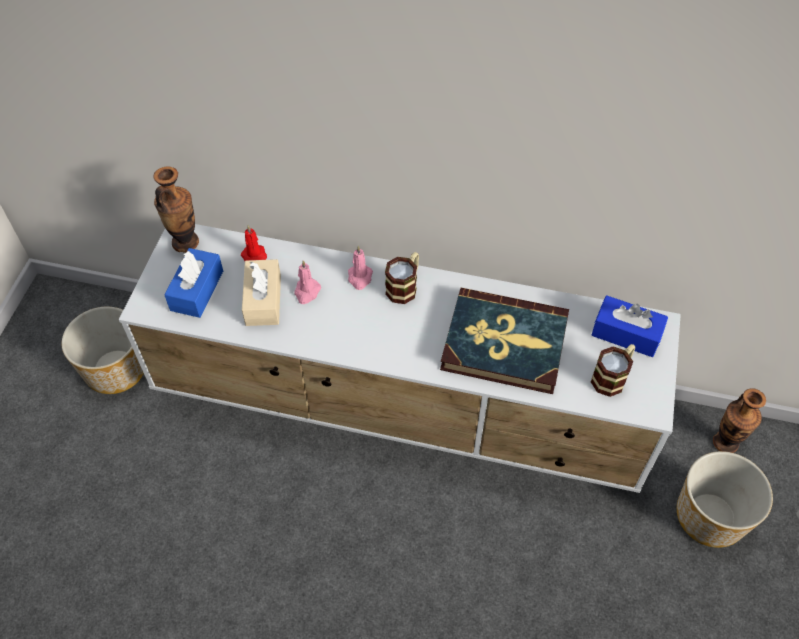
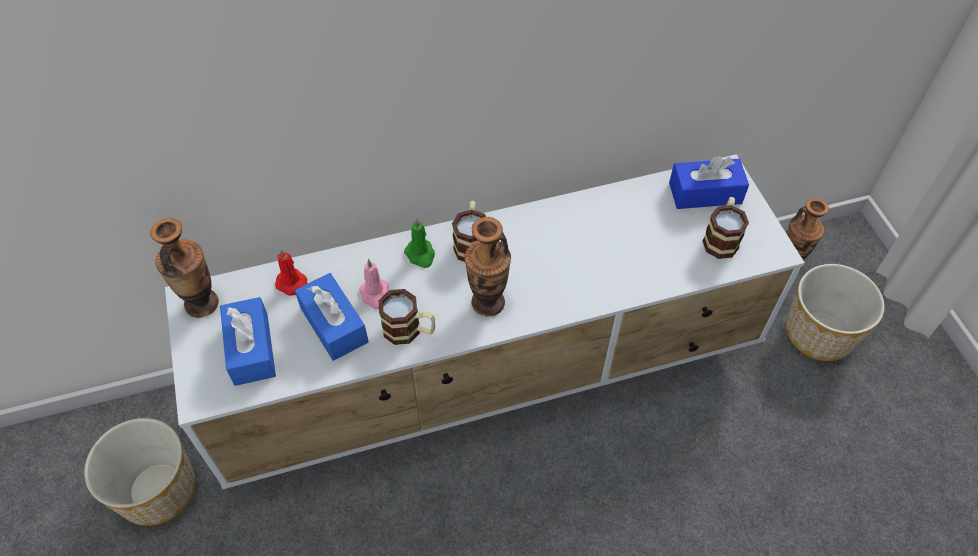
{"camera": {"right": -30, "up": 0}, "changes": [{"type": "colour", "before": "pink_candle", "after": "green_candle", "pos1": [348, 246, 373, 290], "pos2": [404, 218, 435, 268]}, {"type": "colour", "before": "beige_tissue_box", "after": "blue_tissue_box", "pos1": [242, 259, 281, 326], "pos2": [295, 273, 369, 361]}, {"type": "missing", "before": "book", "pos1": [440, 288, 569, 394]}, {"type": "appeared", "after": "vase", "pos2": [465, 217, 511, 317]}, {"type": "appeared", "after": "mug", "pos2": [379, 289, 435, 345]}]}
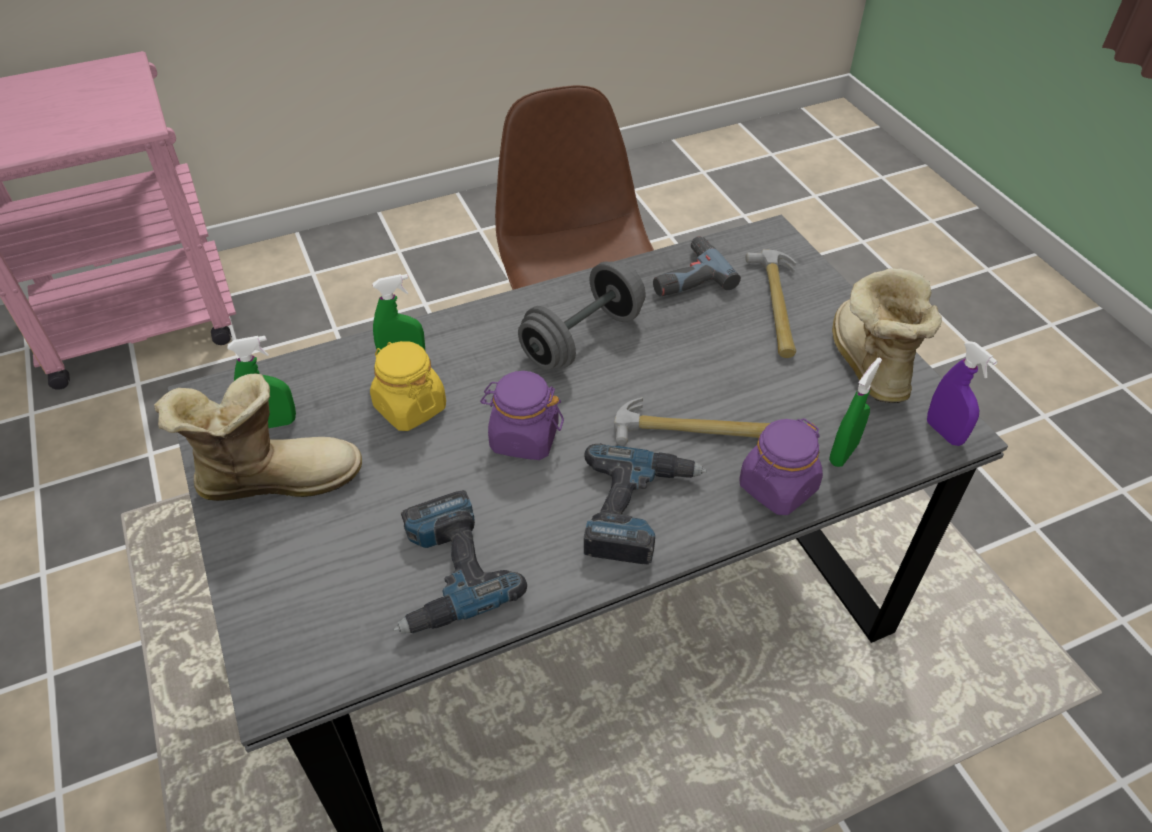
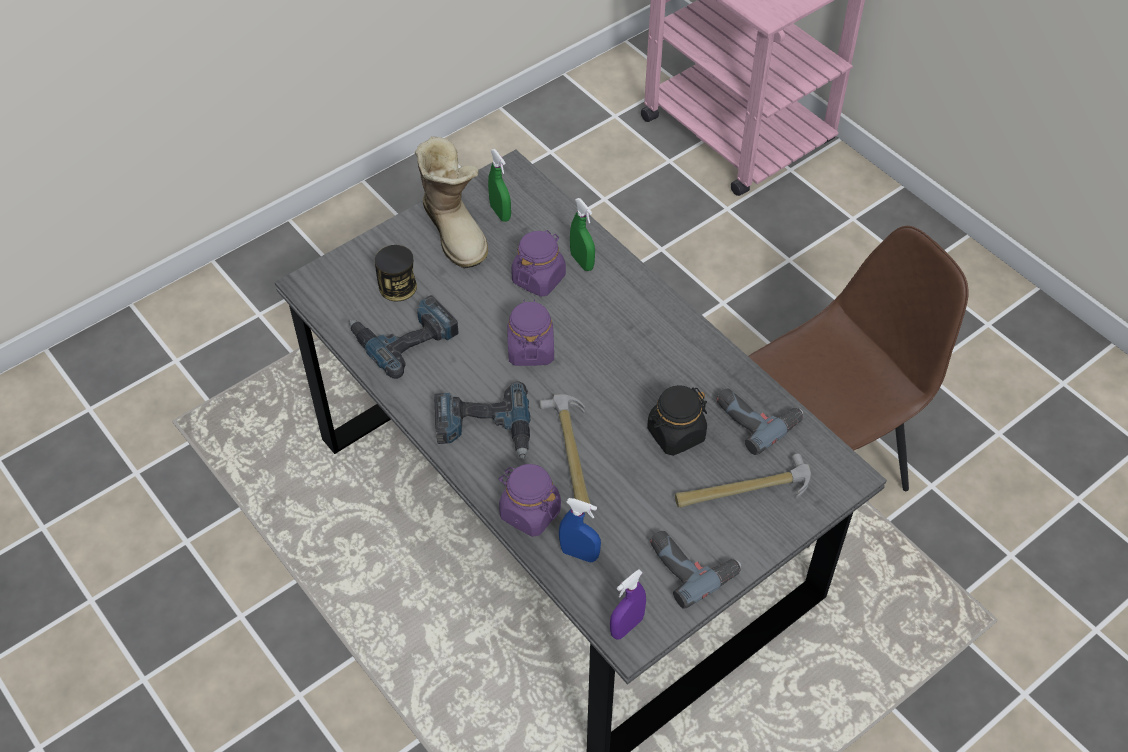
{"camera": {"right": 75, "up": 5}, "changes": [{"type": "missing", "before": "grey_dumbbell", "pos1": [518, 262, 646, 370]}, {"type": "exchanged", "before": "boot", "after": "power_drill", "pos1": [832, 268, 942, 403], "pos2": [650, 531, 742, 609]}, {"type": "colour", "before": "yellow_jar", "after": "purple_jar", "pos1": [370, 341, 446, 431], "pos2": [511, 230, 566, 297]}, {"type": "colour", "before": "green_spray_bottle", "after": "blue_spray_bottle", "pos1": [829, 358, 882, 467], "pos2": [559, 498, 601, 563]}, {"type": "appeared", "after": "can", "pos2": [375, 245, 417, 301]}, {"type": "appeared", "after": "black_jar", "pos2": [647, 385, 707, 456]}]}
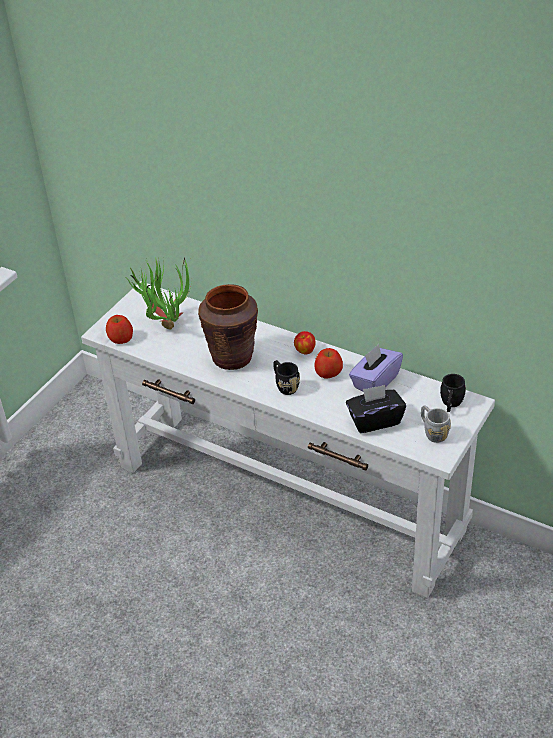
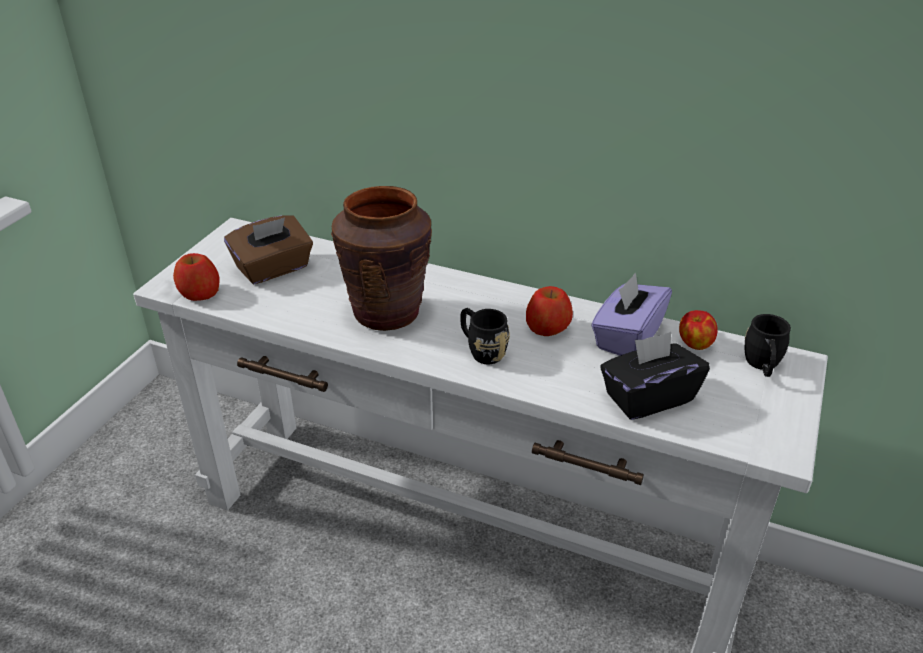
{"camera": {"right": -10, "up": -5}, "changes": [{"type": "exchanged", "before": "potted_plant", "after": "brown_tissue_box", "pos1": [124, 258, 192, 329], "pos2": [224, 215, 313, 284]}, {"type": "relocated", "before": "apple", "pos1": [294, 331, 316, 354], "pos2": [679, 310, 718, 350]}, {"type": "missing", "before": "grey_mug", "pos1": [421, 405, 451, 443]}]}
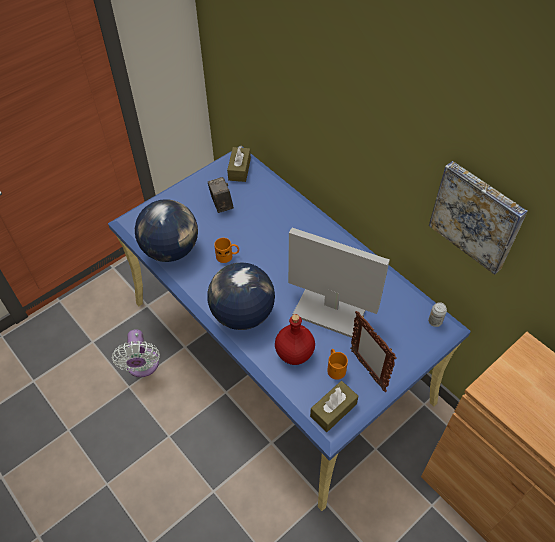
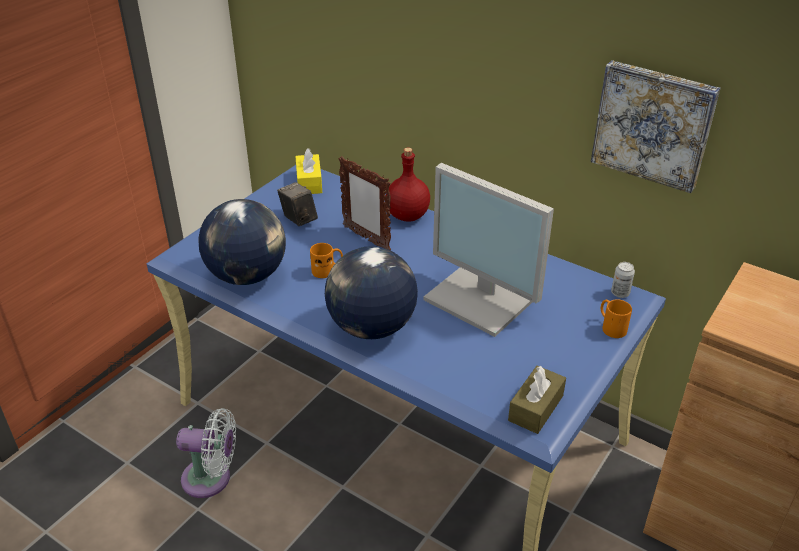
{"camera": {"right": -15, "up": -15}, "changes": [{"type": "colour", "before": "brown_tissue_box", "after": "yellow_tissue_box", "pos1": [227, 146, 251, 182], "pos2": [296, 148, 322, 194]}, {"type": "spun", "before": "monitor", "pos1": [288, 228, 390, 338], "pos2": [424, 163, 554, 337], "turn": -150}, {"type": "relocated", "before": "picture_frame", "pos1": [350, 311, 397, 392], "pos2": [338, 156, 391, 250]}, {"type": "relocated", "before": "red_bottle", "pos1": [275, 314, 315, 365], "pos2": [386, 148, 430, 222]}, {"type": "spun", "before": "white_fan", "pos1": [112, 329, 160, 377], "pos2": [176, 408, 236, 498], "turn": -60}, {"type": "relocated", "before": "orange_mug", "pos1": [327, 349, 348, 380], "pos2": [601, 299, 632, 338]}]}
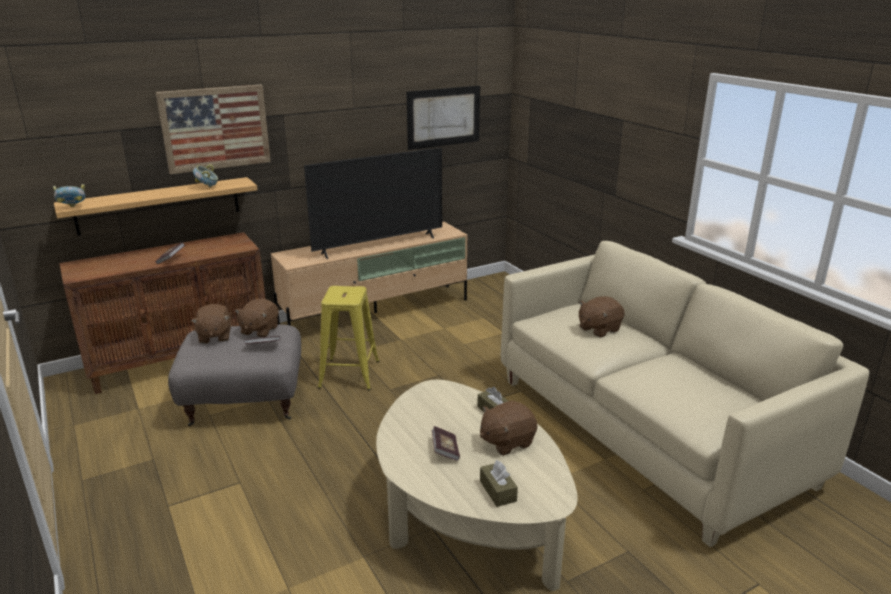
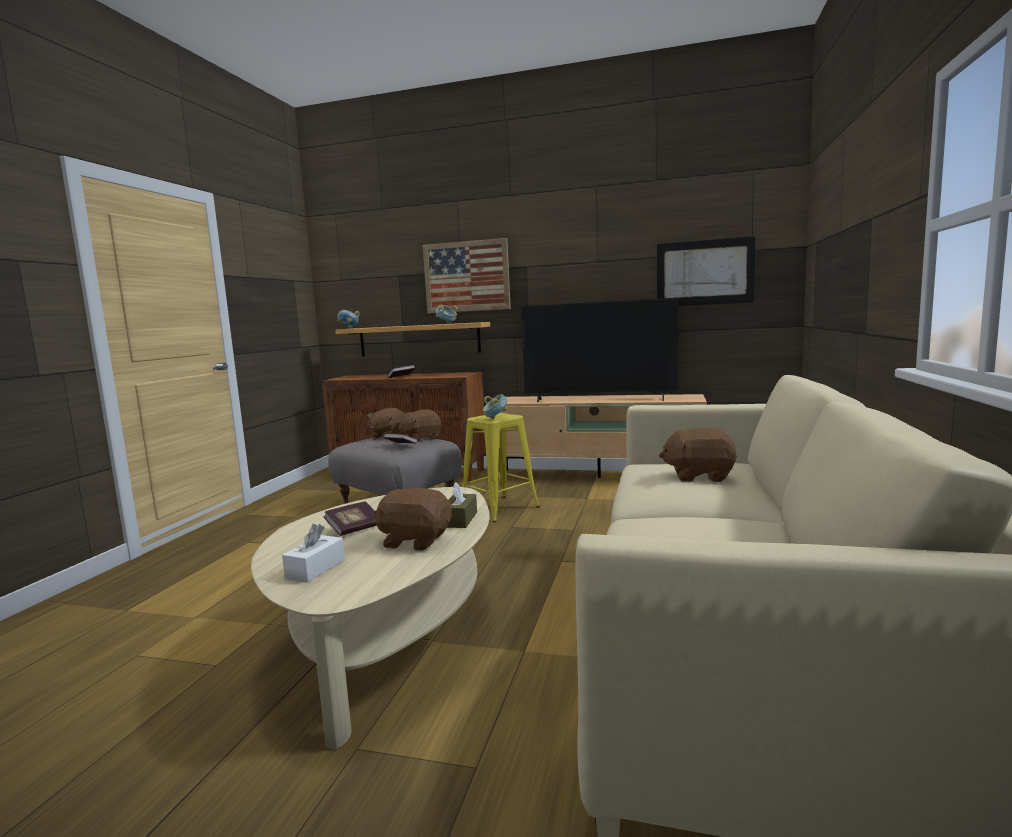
{"camera": {"right": 45, "up": -15}, "changes": [{"type": "colour", "before": "brown_tissue_box", "after": "white_tissue_box", "pos1": [480, 460, 518, 507], "pos2": [282, 524, 345, 582]}, {"type": "appeared", "after": "bowl", "pos2": [483, 394, 507, 419]}]}
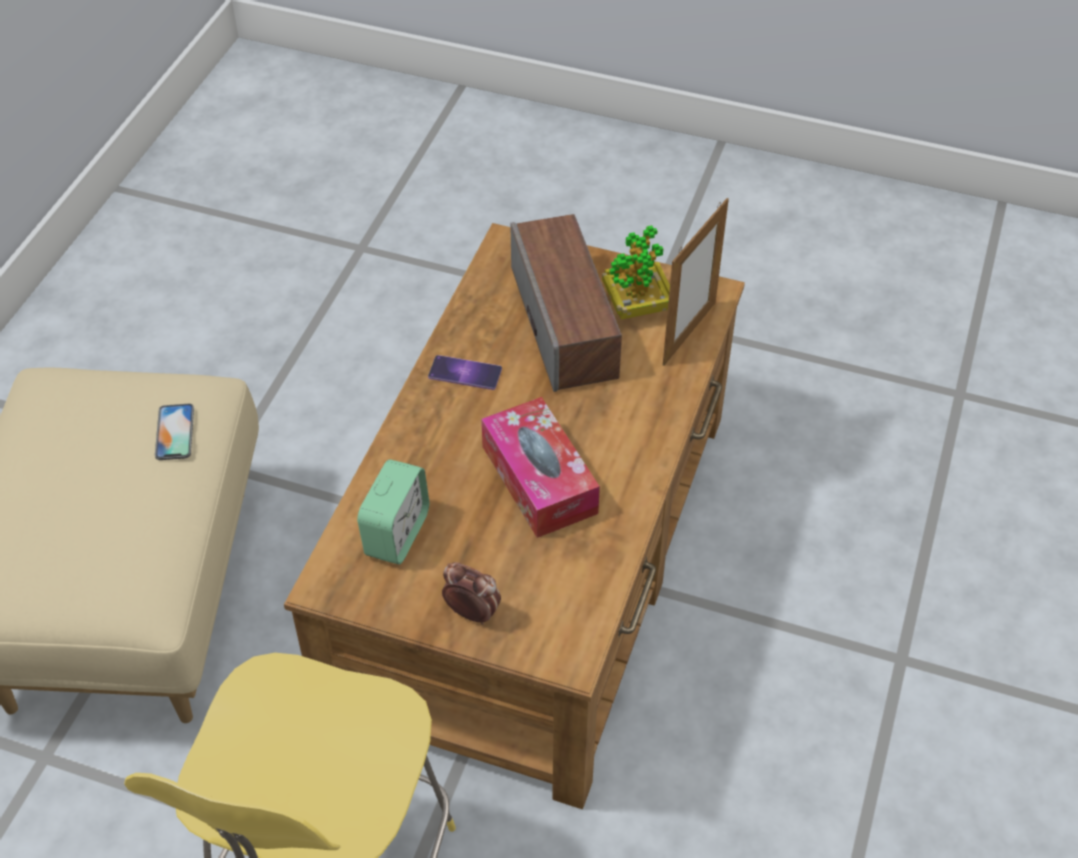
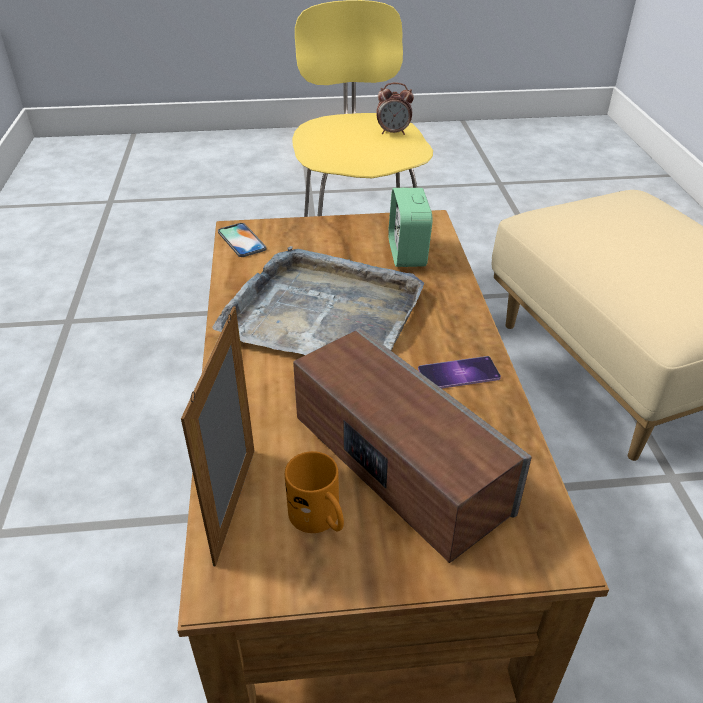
{"camera": {"right": 155, "up": -10}, "changes": [{"type": "exchanged", "before": "potted_plant", "after": "orange_mug", "pos1": [602, 225, 670, 320], "pos2": [285, 451, 344, 533]}, {"type": "exchanged", "before": "tissue_box", "after": "grey_tray", "pos1": [481, 397, 600, 538], "pos2": [212, 246, 424, 355]}, {"type": "relocated", "before": "phone", "pos1": [155, 404, 194, 460], "pos2": [218, 223, 266, 257]}, {"type": "relocated", "before": "alarm_clock", "pos1": [442, 562, 501, 625], "pos2": [376, 83, 414, 135]}]}
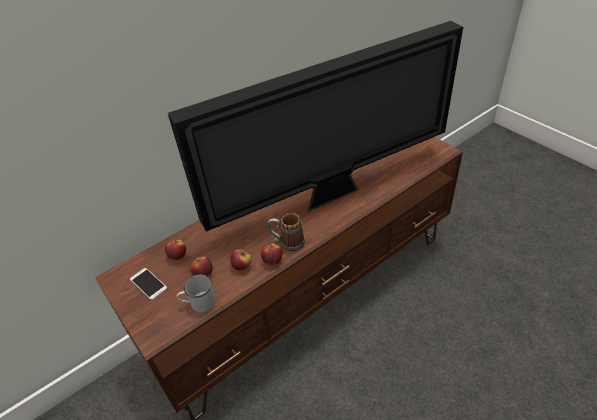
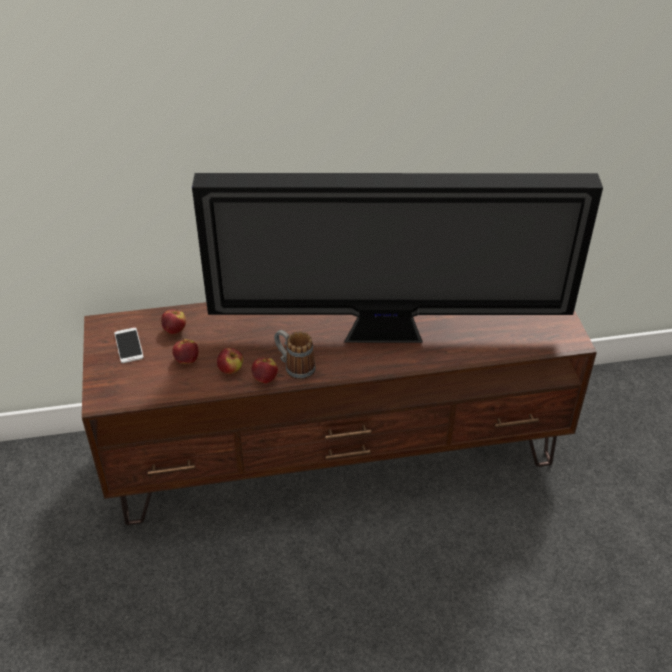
{"camera": {"right": 25, "up": 0}, "changes": [{"type": "missing", "before": "white_mug", "pos1": [177, 274, 216, 312]}]}
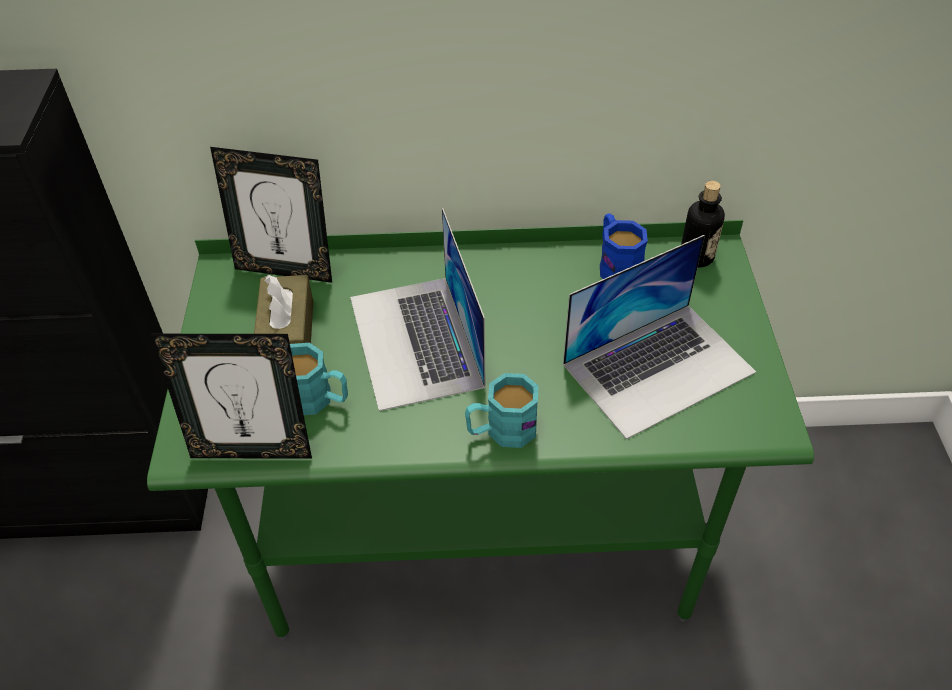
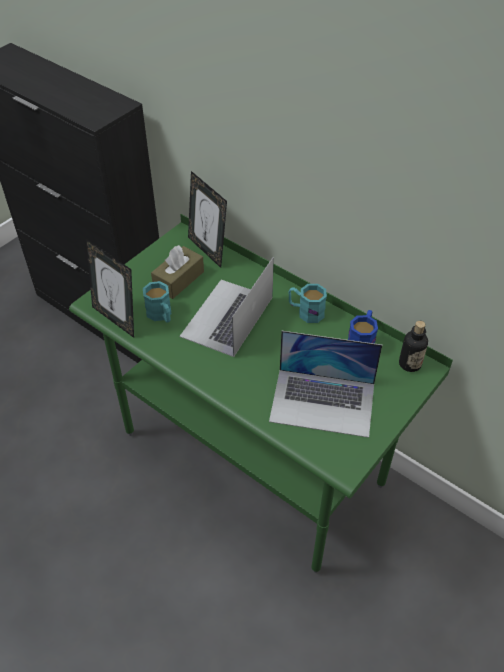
{"camera": {"right": 40, "up": 0}, "changes": [{"type": "relocated", "before": "turquoise_mug", "pos1": [465, 373, 539, 448], "pos2": [288, 284, 327, 323]}]}
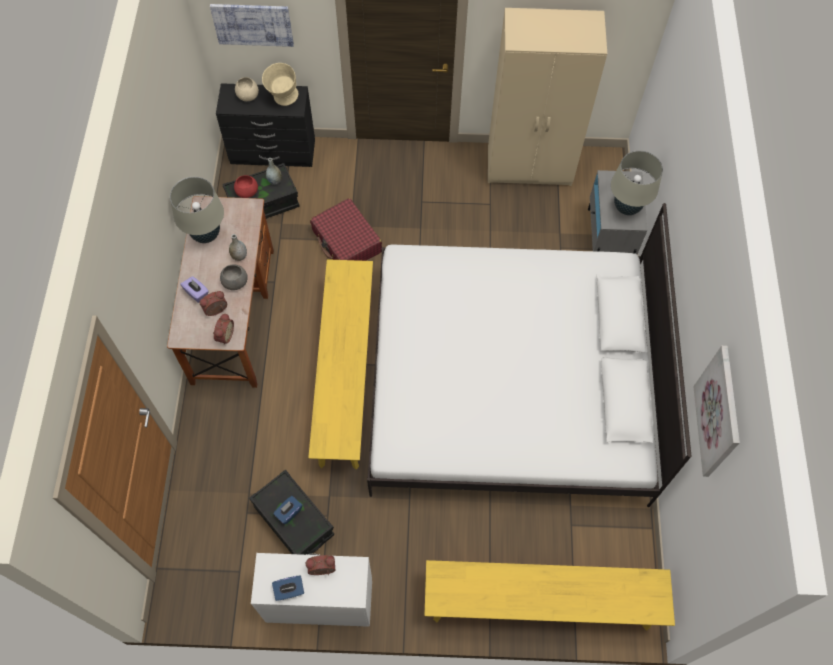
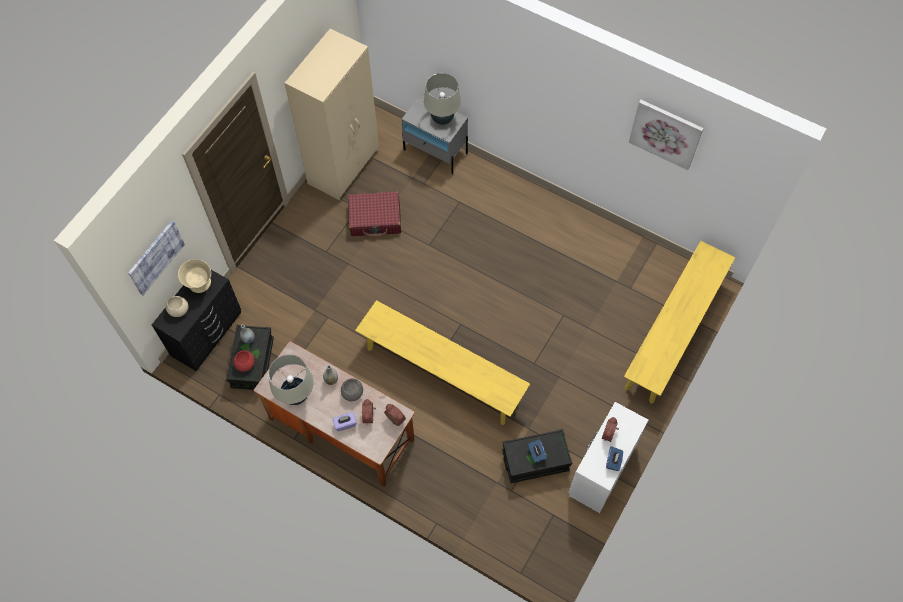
{"camera": {"right": -60, "up": 0}, "changes": [{"type": "relocated", "before": "red_suitcase", "pos1": [310, 198, 382, 261], "pos2": [348, 191, 401, 238]}, {"type": "missing", "before": "white_bed", "pos1": [367, 203, 691, 507]}]}
